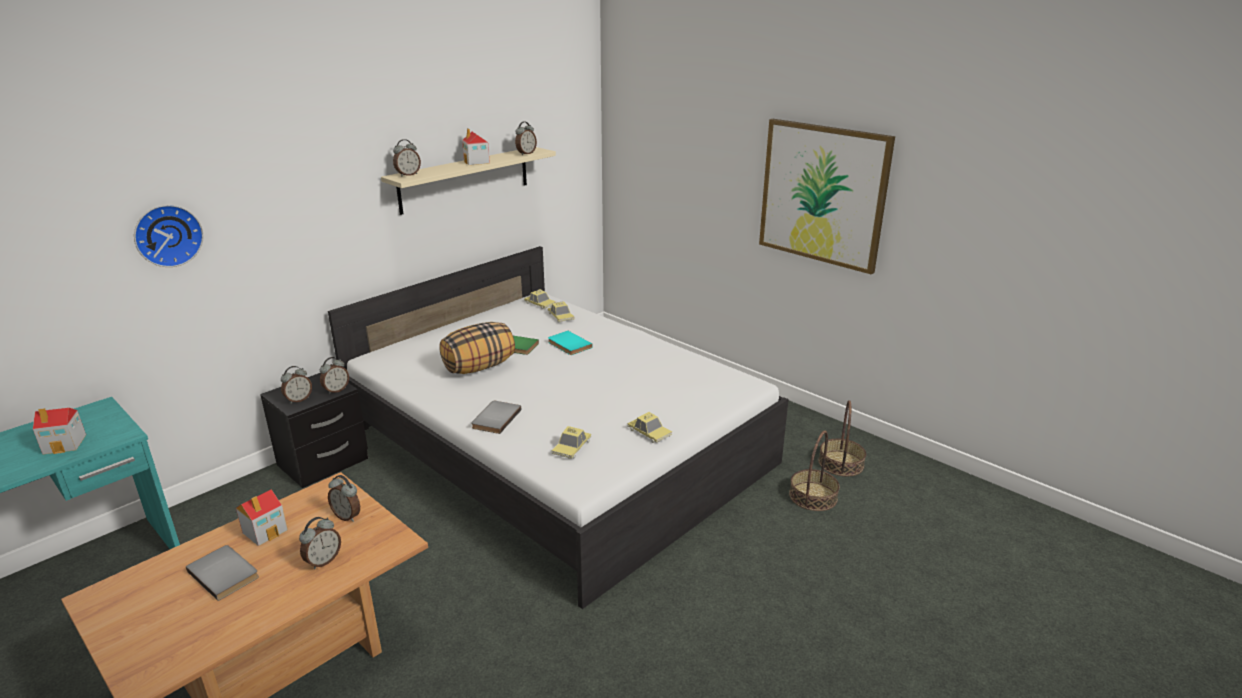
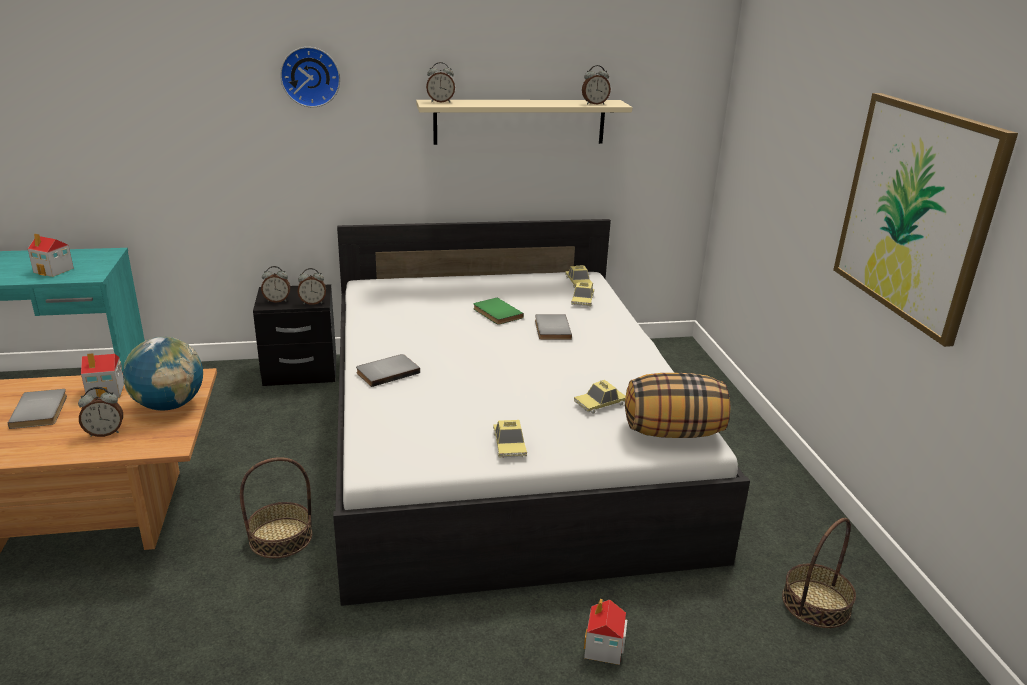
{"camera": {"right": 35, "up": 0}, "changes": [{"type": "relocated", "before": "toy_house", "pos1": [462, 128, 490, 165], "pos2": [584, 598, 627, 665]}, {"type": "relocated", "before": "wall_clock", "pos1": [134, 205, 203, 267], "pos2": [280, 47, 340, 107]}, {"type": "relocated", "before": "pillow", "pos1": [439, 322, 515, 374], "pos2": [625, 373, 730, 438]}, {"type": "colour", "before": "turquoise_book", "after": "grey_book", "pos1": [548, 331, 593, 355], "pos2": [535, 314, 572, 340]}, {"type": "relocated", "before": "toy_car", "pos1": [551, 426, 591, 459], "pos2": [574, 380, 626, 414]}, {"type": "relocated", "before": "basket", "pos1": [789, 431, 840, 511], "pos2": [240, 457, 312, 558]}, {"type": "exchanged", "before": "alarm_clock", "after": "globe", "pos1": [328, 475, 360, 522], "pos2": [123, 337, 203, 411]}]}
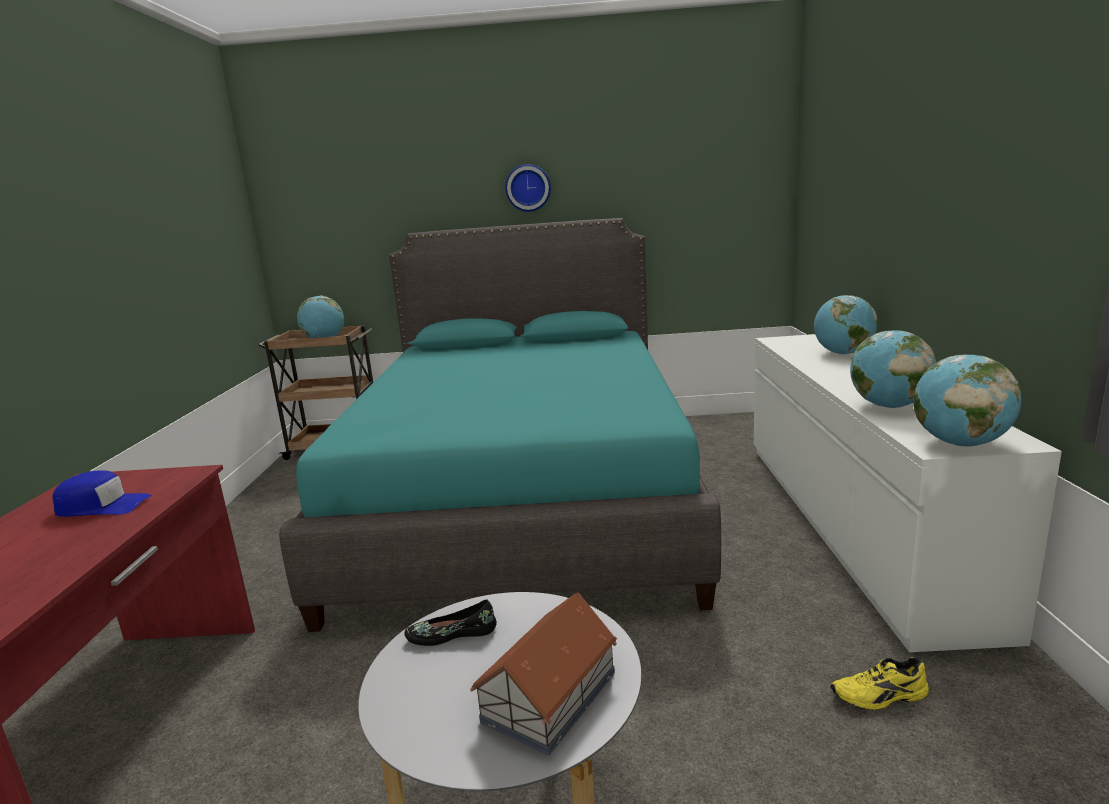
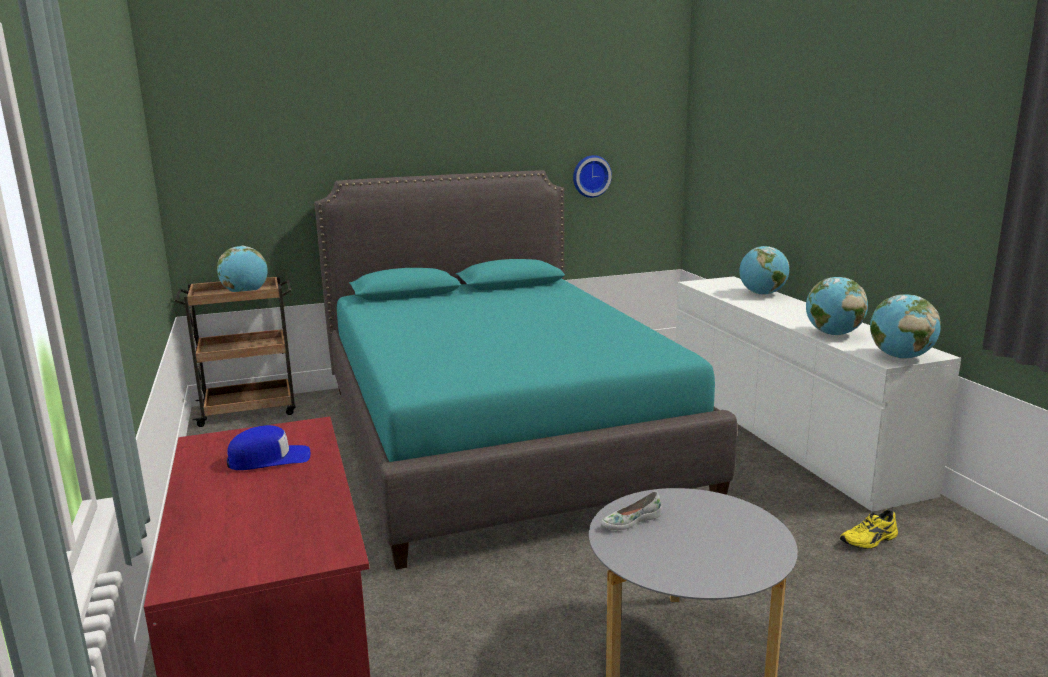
{"camera": {"right": -20, "up": 0}, "changes": [{"type": "relocated", "before": "wall_clock", "pos1": [505, 164, 551, 212], "pos2": [573, 155, 612, 198]}, {"type": "missing", "before": "toy_house", "pos1": [470, 592, 617, 755]}, {"type": "colour", "before": "black_shoe", "after": "white_shoe", "pos1": [404, 600, 497, 646], "pos2": [601, 491, 662, 531]}]}
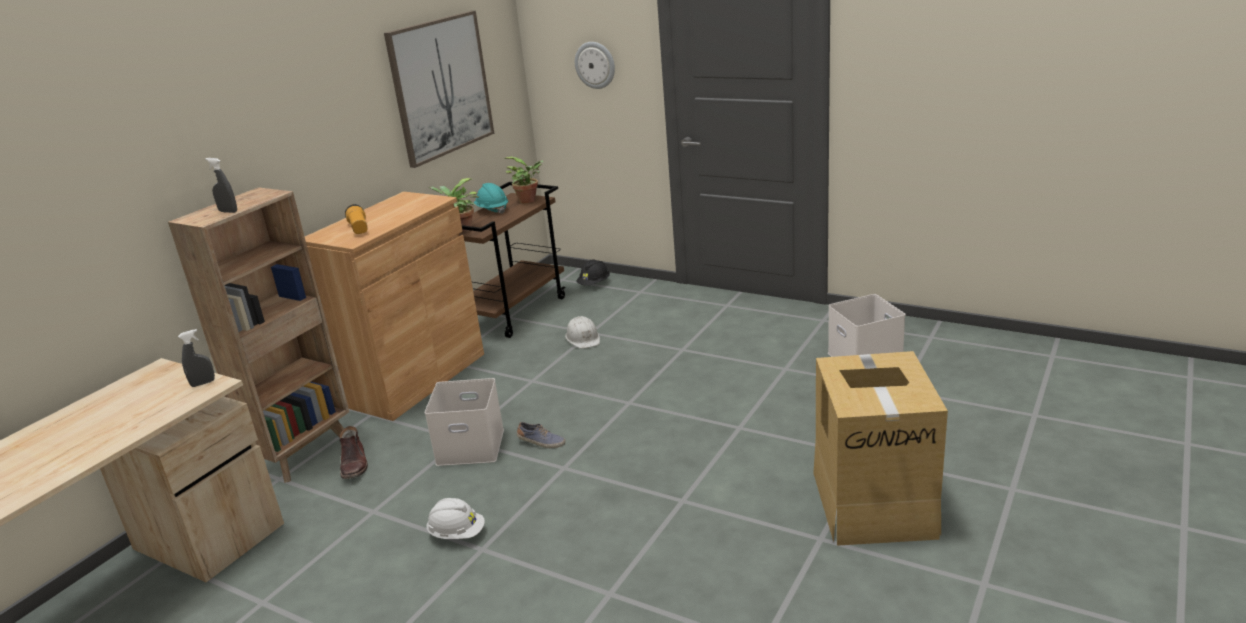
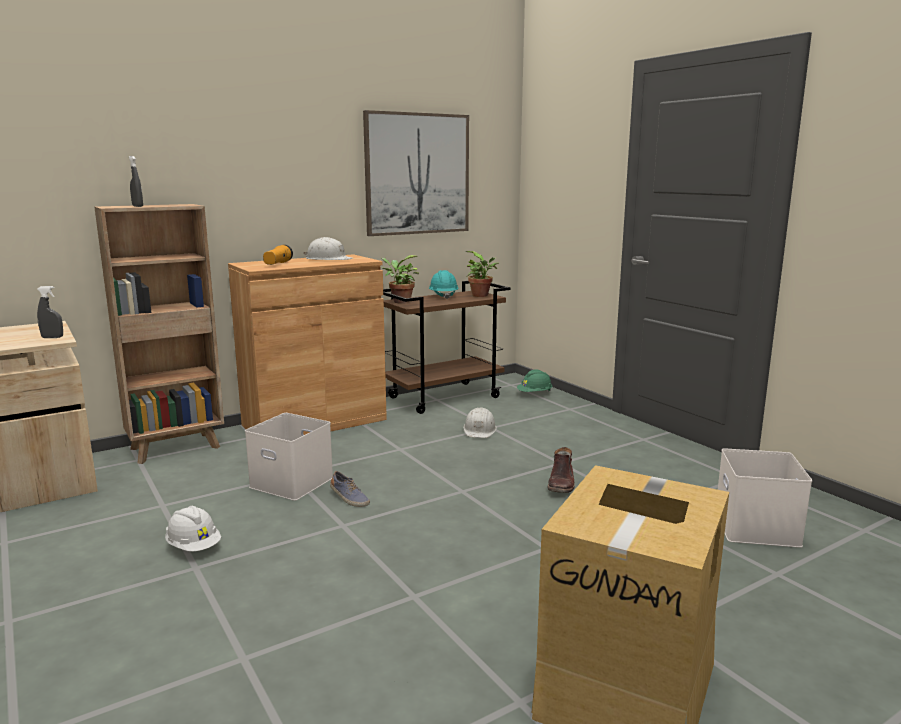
{"camera": {"right": 25, "up": -10}, "changes": [{"type": "missing", "before": "wall_clock", "pos1": [575, 42, 615, 89]}, {"type": "colour", "before": "black_hard_hat", "after": "green_hard_hat", "pos1": [576, 259, 610, 286], "pos2": [517, 370, 553, 392]}, {"type": "relocated", "before": "brown_boot", "pos1": [339, 426, 368, 479], "pos2": [547, 447, 575, 493]}, {"type": "appeared", "after": "white_hard_hat", "pos2": [304, 237, 353, 260]}]}
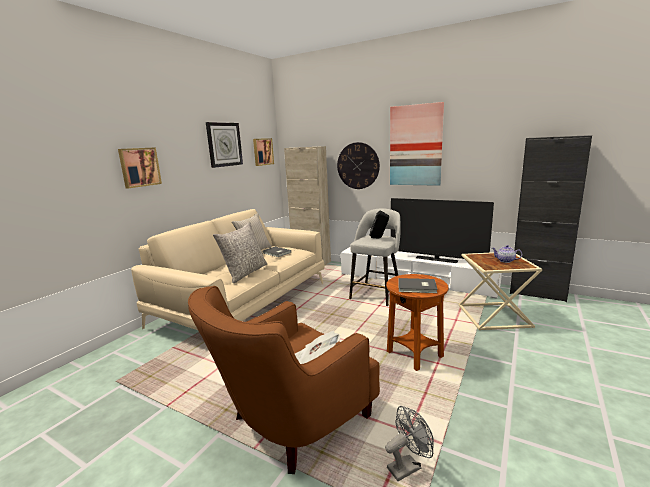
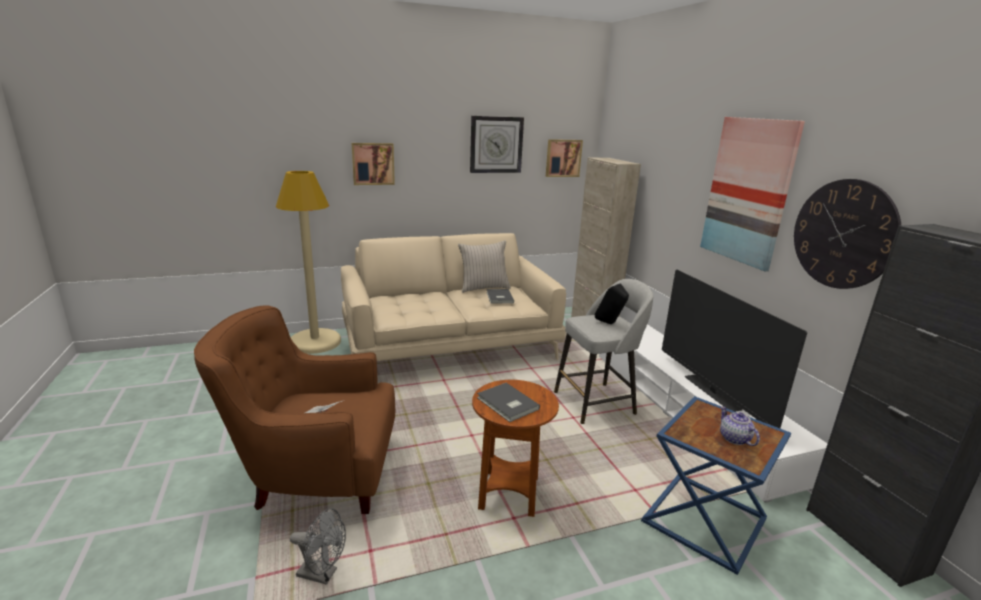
{"camera": {"right": 40, "up": 5}, "changes": [{"type": "relocated", "before": "wall_clock", "pos1": [337, 142, 380, 189], "pos2": [794, 179, 901, 289]}, {"type": "missing", "before": "grey_pillow", "pos1": [213, 222, 267, 283]}, {"type": "colour", "before": "beige_side_table", "after": "blue_side_table", "pos1": [458, 252, 542, 330], "pos2": [641, 396, 791, 575]}, {"type": "appeared", "after": "beige_floor_lamp", "pos2": [276, 171, 341, 354]}]}
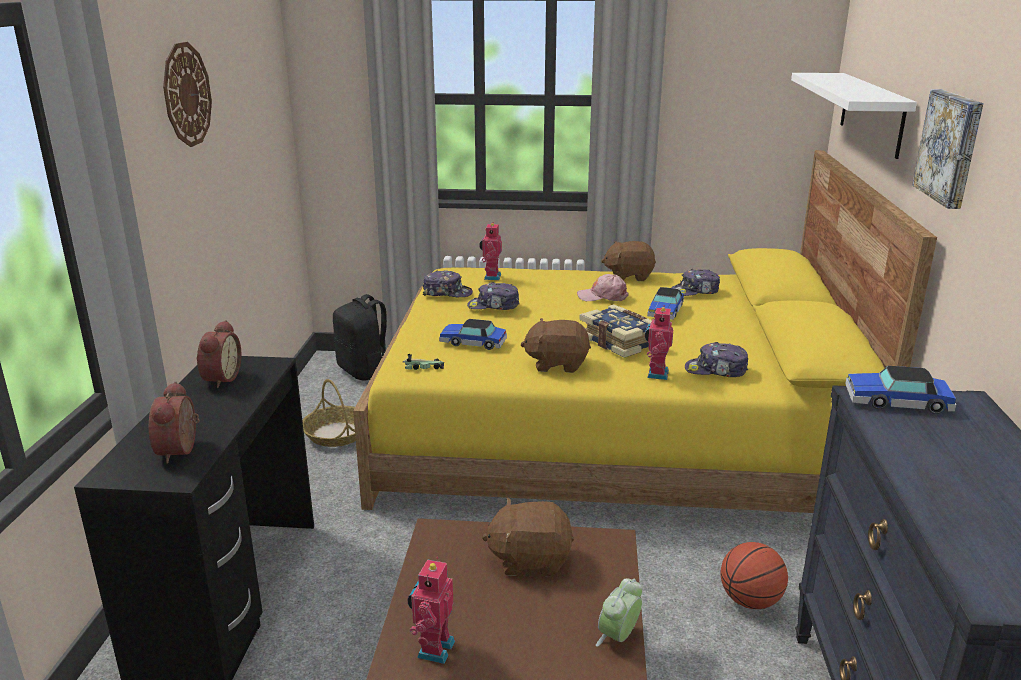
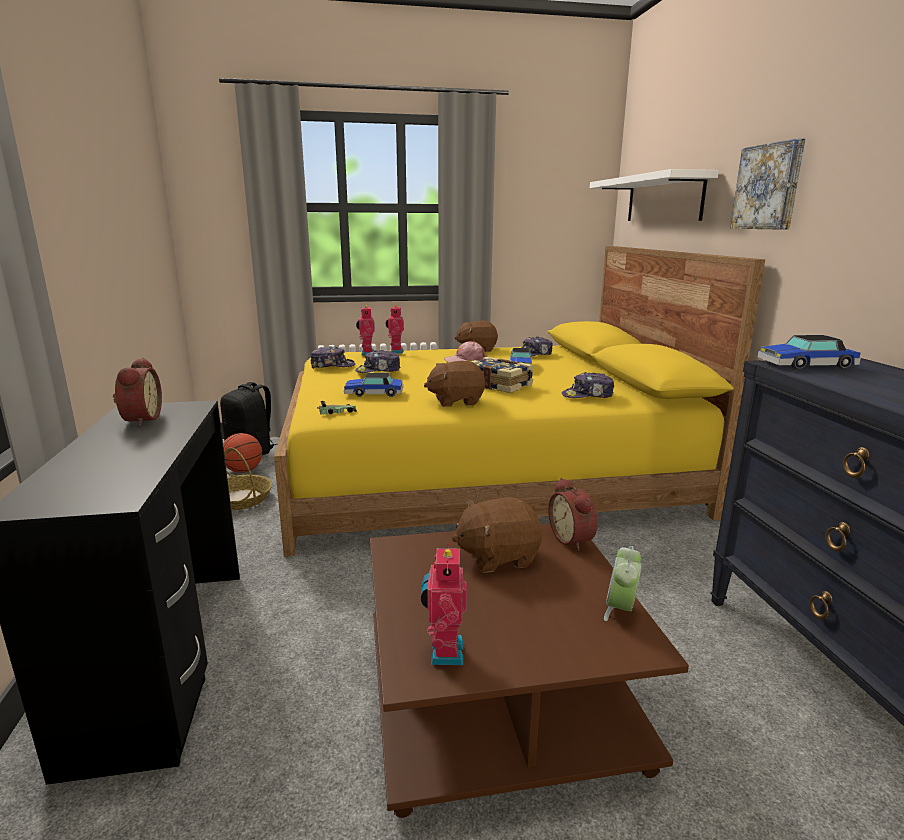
{"camera": {"right": -15, "up": -5}, "changes": [{"type": "missing", "before": "wall_clock", "pos1": [163, 42, 212, 147]}, {"type": "relocated", "before": "toy_robot", "pos1": [645, 305, 673, 380], "pos2": [386, 305, 404, 353]}, {"type": "relocated", "before": "alarm_clock", "pos1": [149, 381, 200, 464], "pos2": [548, 478, 598, 551]}, {"type": "relocated", "before": "basketball", "pos1": [721, 542, 788, 609], "pos2": [223, 433, 262, 473]}]}
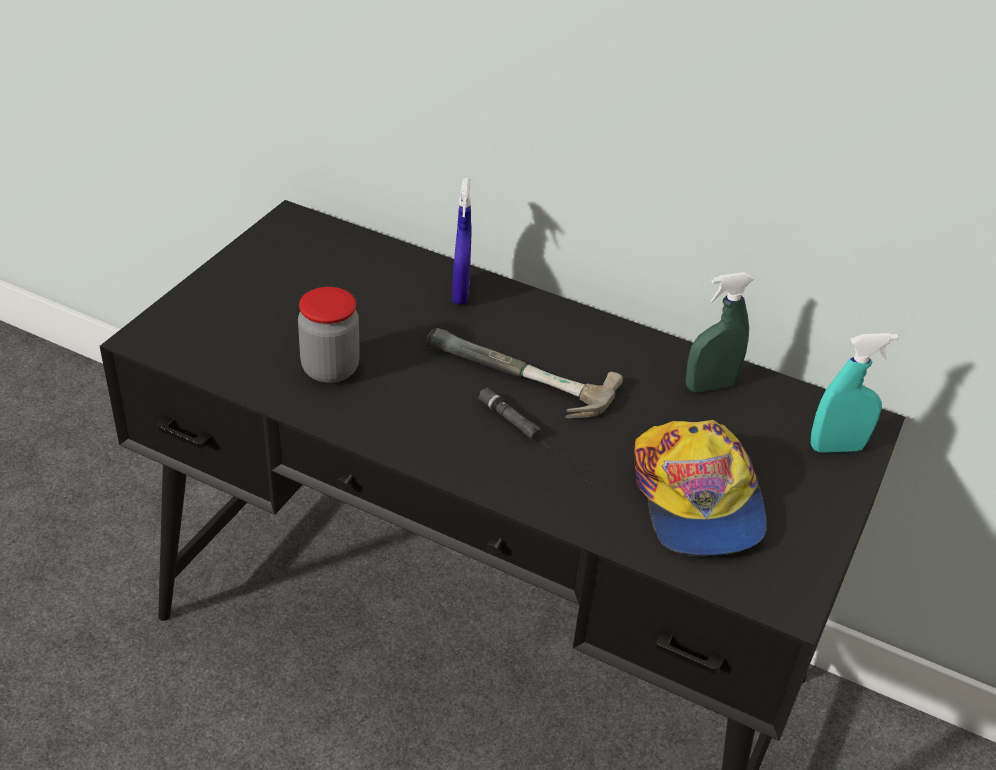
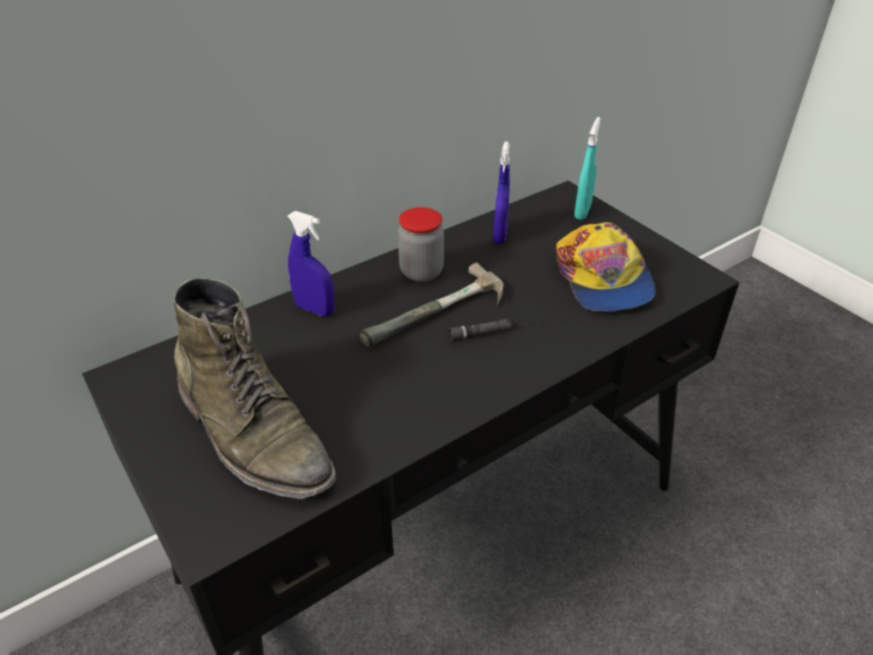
{"camera": {"right": -60, "up": 0}, "changes": [{"type": "colour", "before": "green_spray_bottle", "after": "blue_spray_bottle", "pos1": [686, 272, 753, 392], "pos2": [493, 142, 510, 244]}, {"type": "relocated", "before": "jar", "pos1": [298, 287, 360, 383], "pos2": [398, 207, 444, 282]}, {"type": "spun", "before": "cap", "pos1": [635, 420, 767, 556], "pos2": [556, 222, 656, 312], "turn": 60}, {"type": "appeared", "after": "green_boot", "pos2": [173, 278, 336, 499]}]}
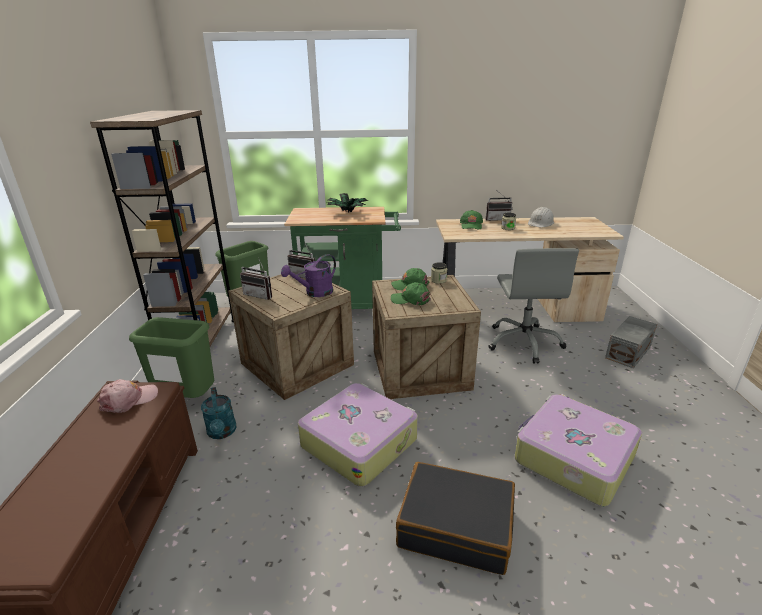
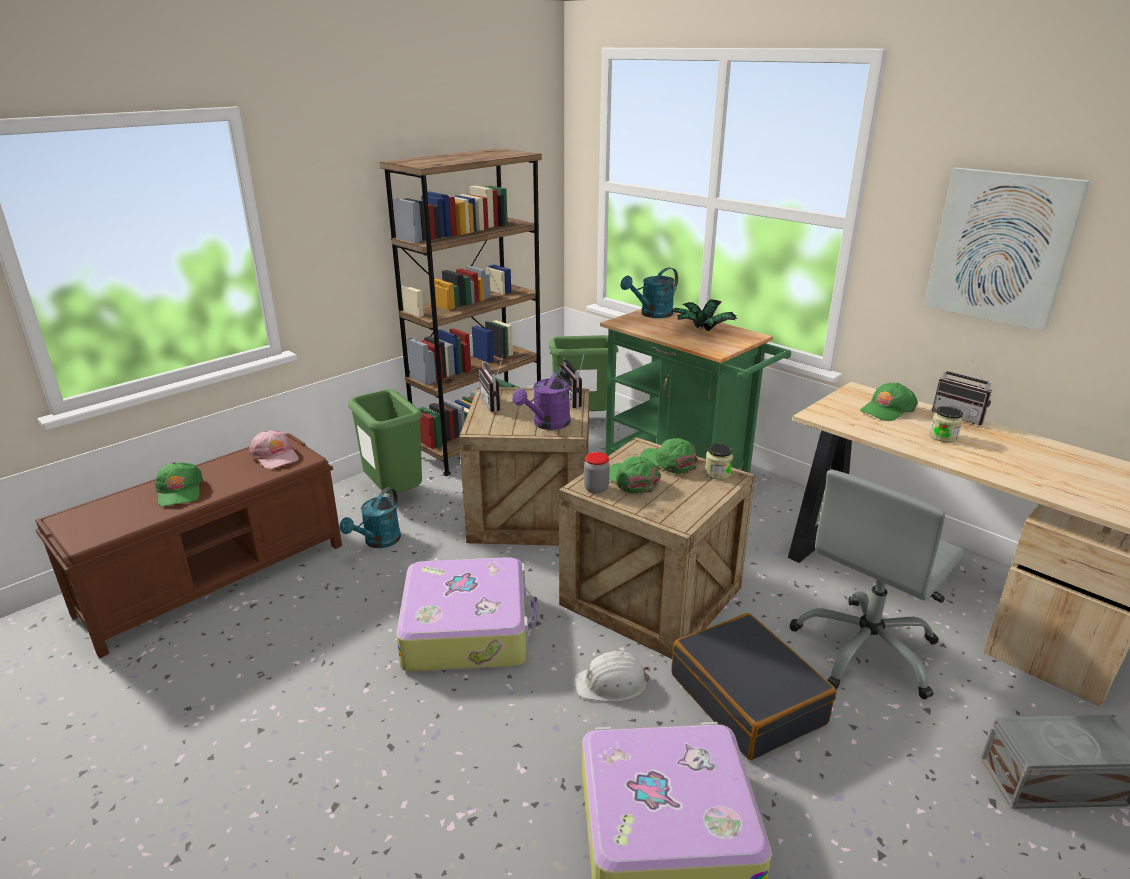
{"camera": {"right": 45, "up": 0}, "changes": [{"type": "relocated", "before": "white_hard_hat", "pos1": [528, 207, 554, 227], "pos2": [574, 651, 650, 702]}, {"type": "spun", "before": "purple_watering_can", "pos1": [281, 254, 336, 297], "pos2": [512, 369, 571, 430], "turn": -60}, {"type": "spun", "before": "pink_cap", "pos1": [97, 379, 158, 413], "pos2": [249, 430, 299, 469], "turn": 45}, {"type": "relocated", "before": "black_suitcase", "pos1": [396, 462, 515, 575], "pos2": [672, 613, 837, 760]}, {"type": "appeared", "after": "picture", "pos2": [923, 167, 1090, 331]}, {"type": "appeared", "after": "turquoise_watering_can", "pos2": [620, 268, 678, 318]}, {"type": "appeared", "after": "jar", "pos2": [584, 452, 610, 494]}, {"type": "appeared", "after": "green_cap", "pos2": [155, 462, 203, 507]}]}
